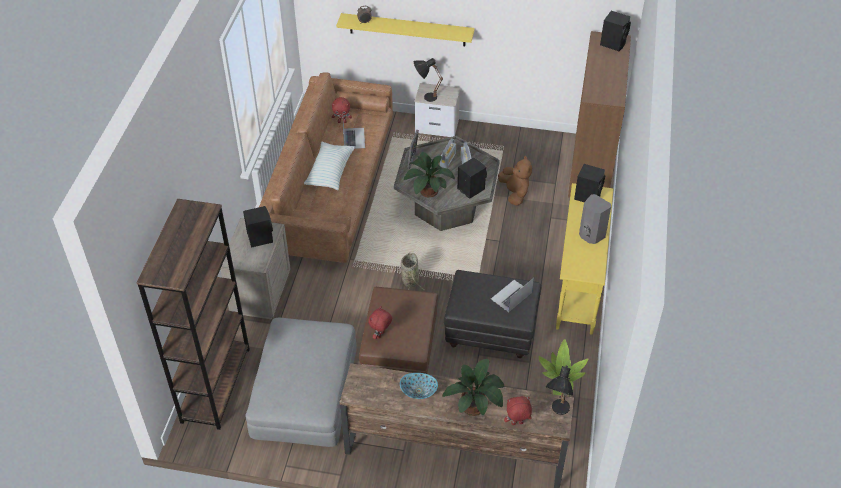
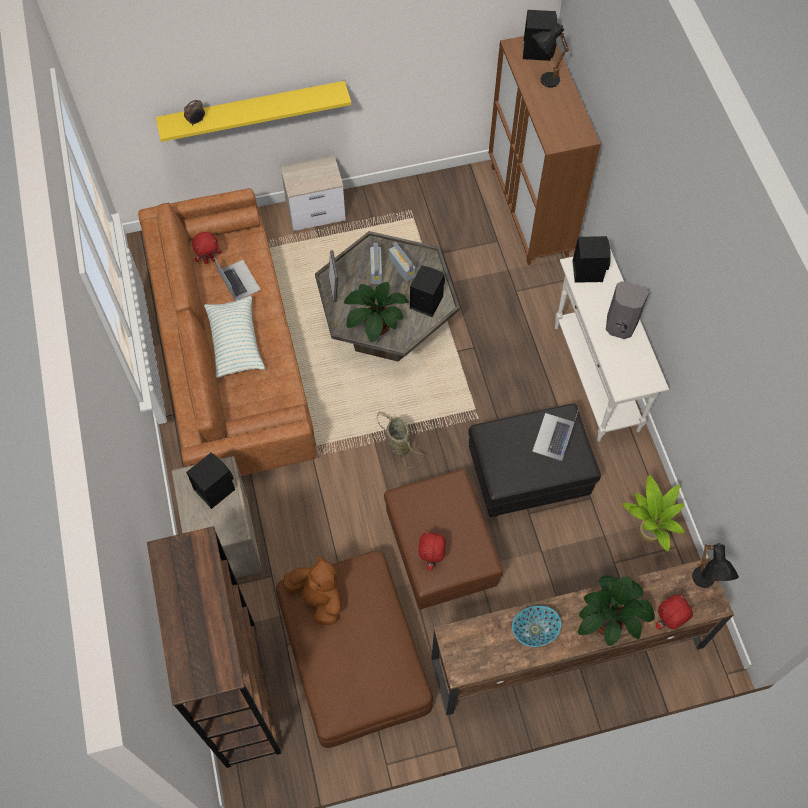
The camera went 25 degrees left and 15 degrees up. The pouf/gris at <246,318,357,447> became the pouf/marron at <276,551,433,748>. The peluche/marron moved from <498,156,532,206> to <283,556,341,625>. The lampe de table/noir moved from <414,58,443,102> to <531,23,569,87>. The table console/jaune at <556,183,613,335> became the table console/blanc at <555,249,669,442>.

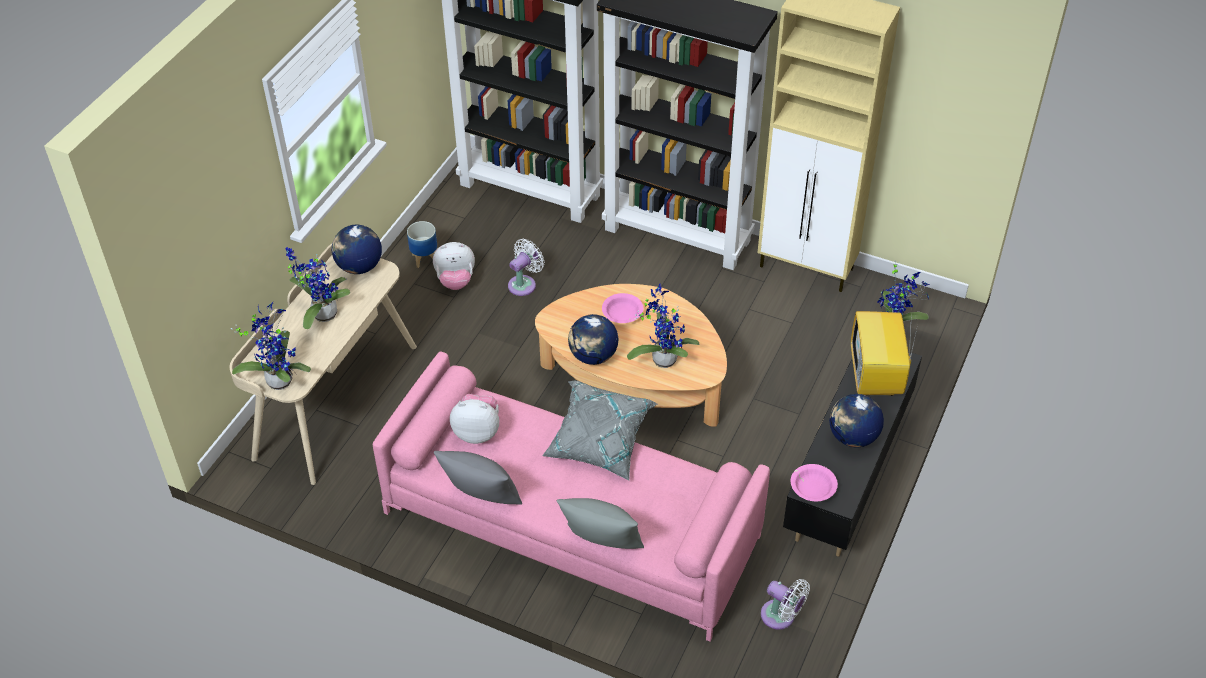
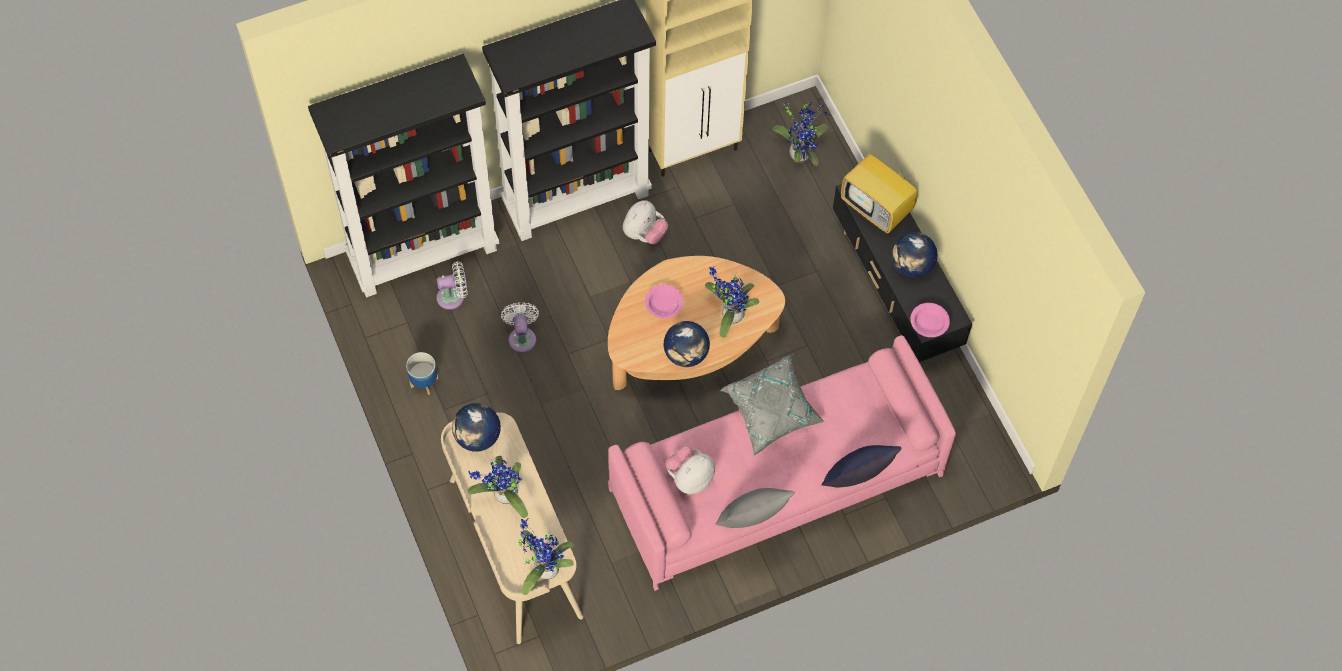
The camera went 50 degrees left and 15 degrees up. The ventilateur/blanc moved from <761,579,810,630> to <436,261,468,310>. The peluche moved from <433,242,475,290> to <623,200,668,244>. The coussin/gris at <557,498,644,549> became the coussin/bleu at <821,445,902,487>.

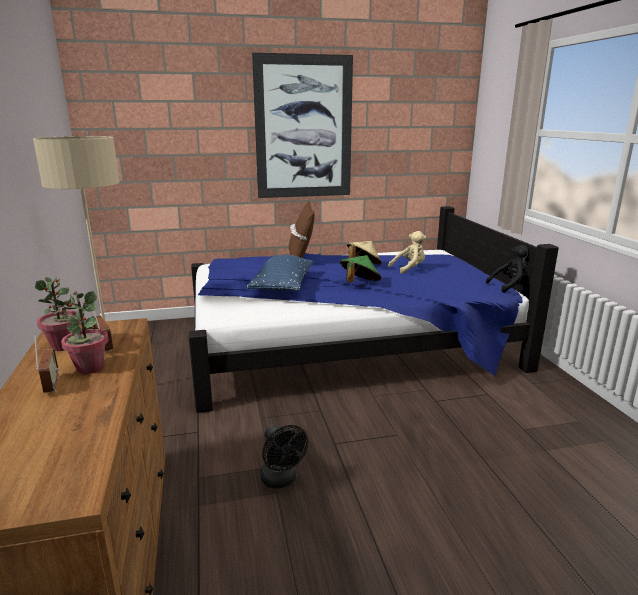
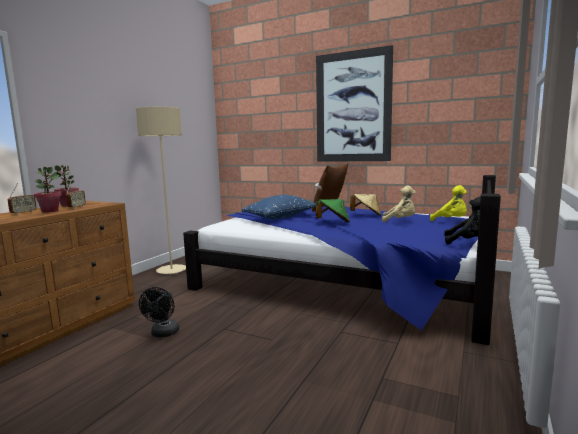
The camera went 40 degrees right and 10 degrees down. The peluche/jaune at <430,185,467,221> appeared.

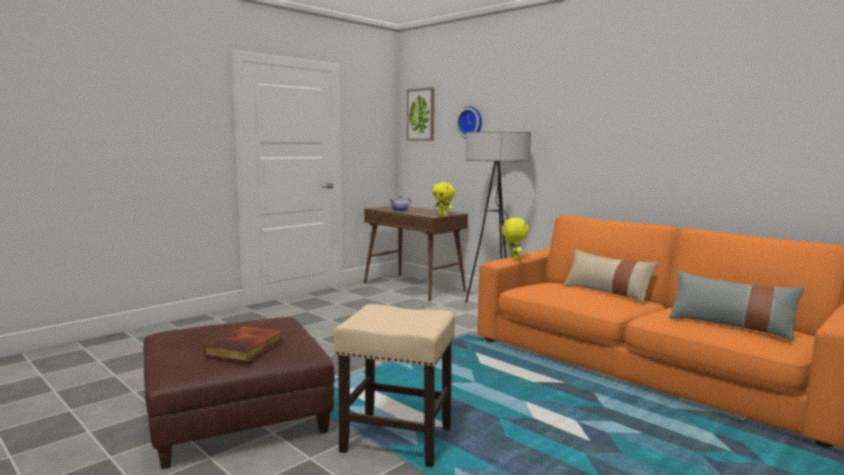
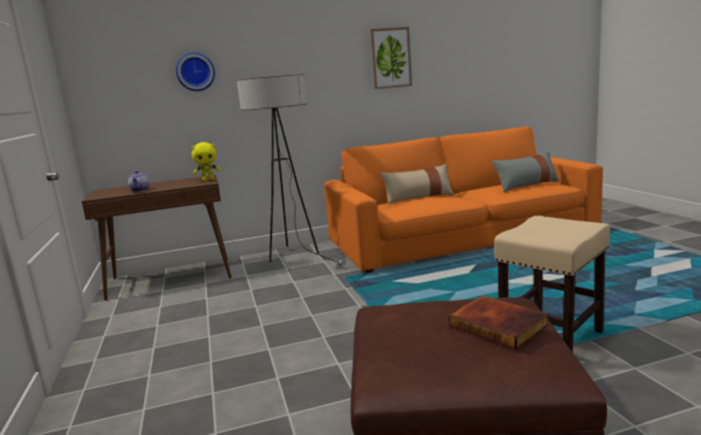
The camera went 60 degrees left and 5 degrees up. The tableau moved from <407,87,434,141> to <370,27,412,89>. The peluche/jaune at <502,218,529,259> disappeared.

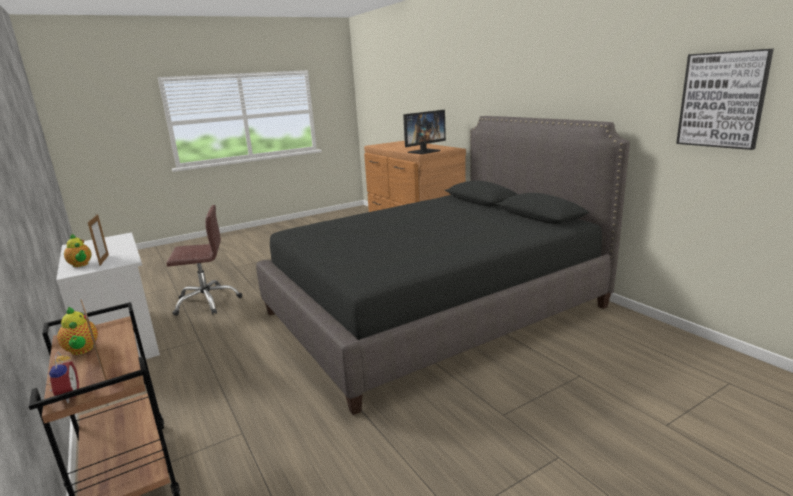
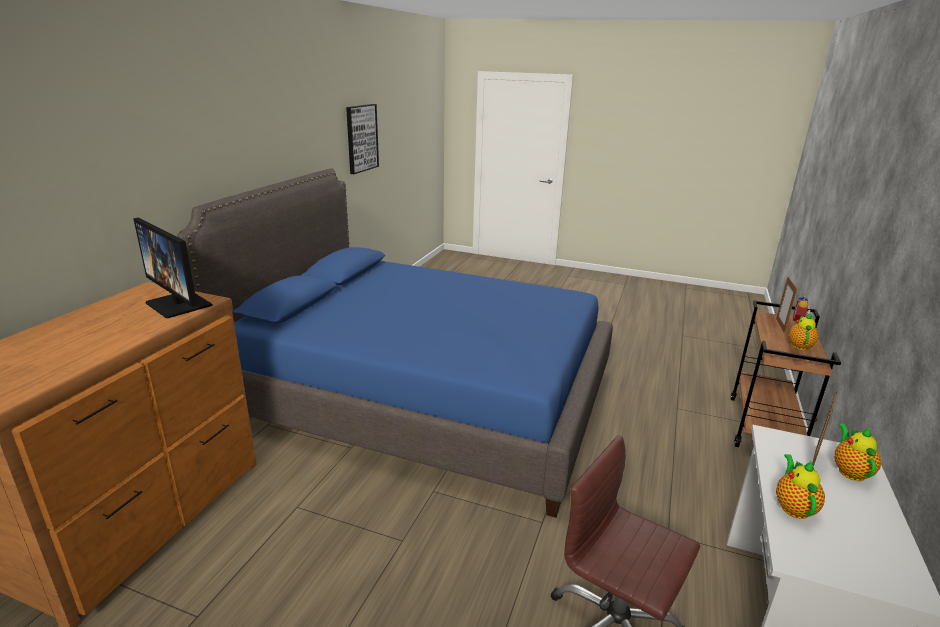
The camera went 130 degrees left and 5 degrees up. The écran d'ordinateur at <403,110,446,154> turned 150 degrees counterclockwise. The lit/noir at <256,116,630,415> became the lit/bleu at <177,168,613,518>. The théière at <776,454,825,519> appeared.

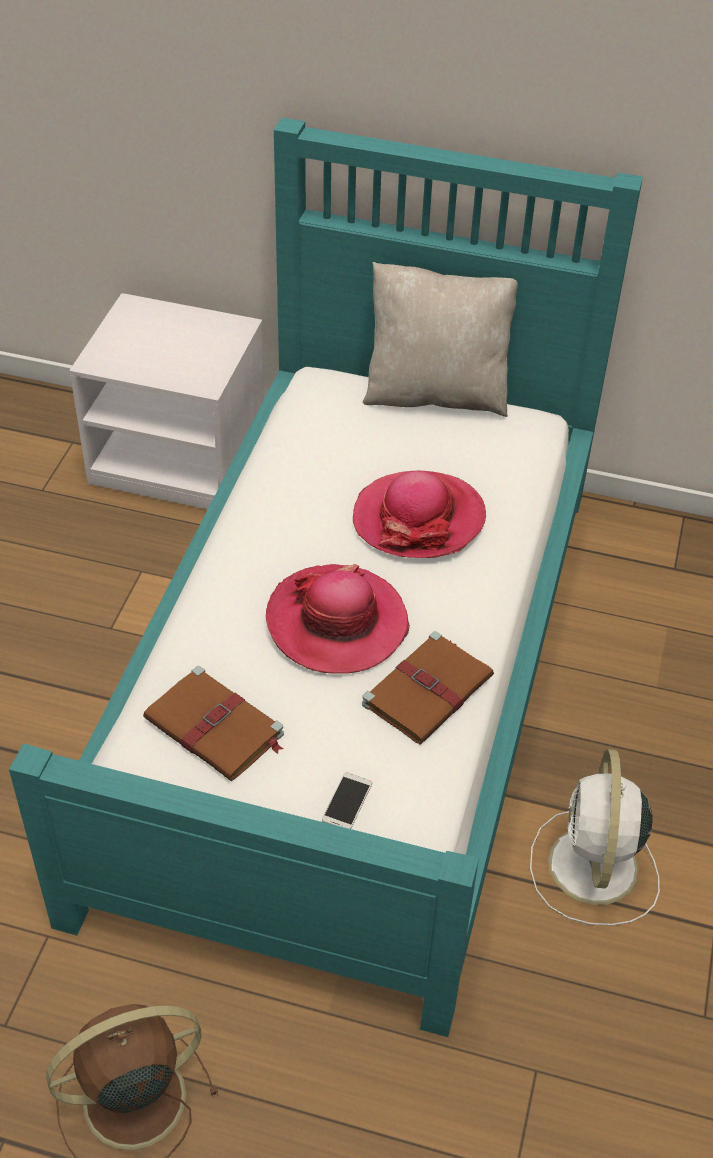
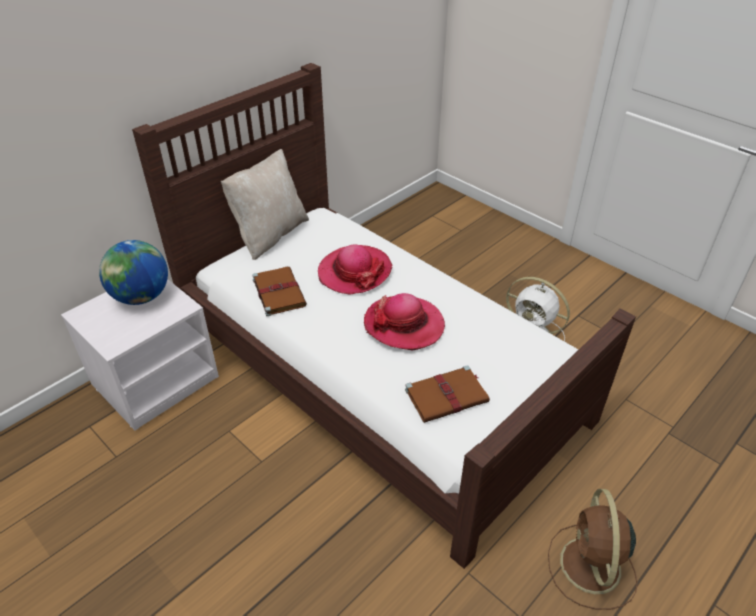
The camera went 60 degrees left and 5 degrees down. The globe at <99,240,168,305> appeared. The lit/turquoise at <9,118,643,1037> became the lit/marron at <132,63,636,569>. The livre/marron moved from <362,631,494,745> to <252,267,307,316>. The téléphone at <322,772,372,829> disappeared.

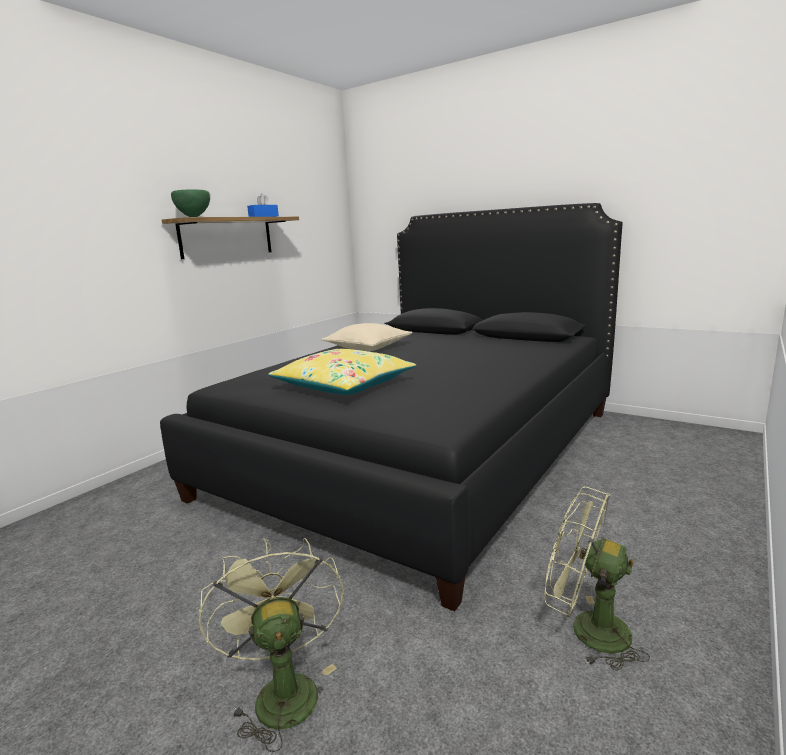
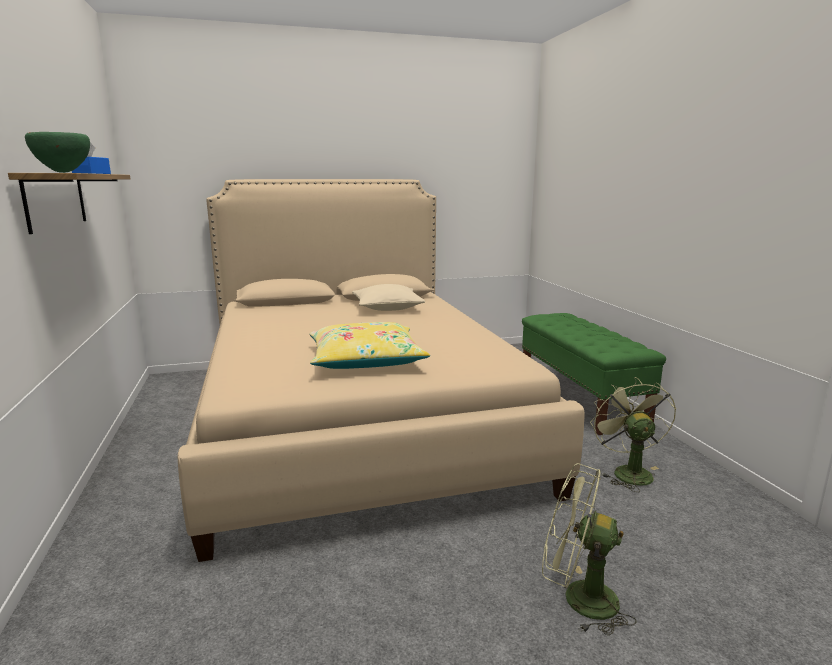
The camera went 50 degrees left and 0 degrees up. The lit/noir at <160,203,622,611> became the lit/beige at <178,179,585,562>. The coussin/beige moved from <322,323,413,351> to <352,284,425,311>. The banc/vert at <522,313,666,435> appeared. The ventilateur/vert at <544,487,650,671> turned 105 degrees clockwise.

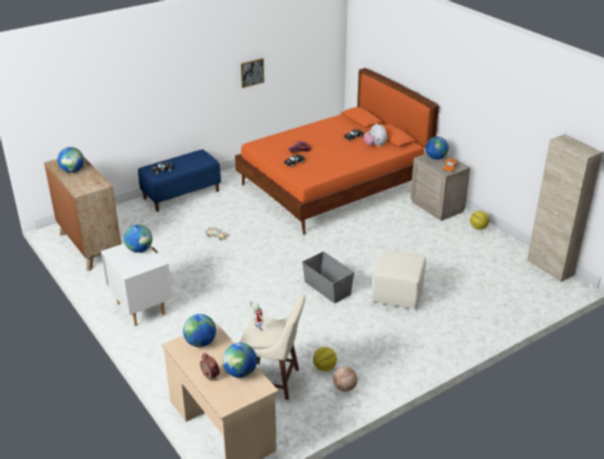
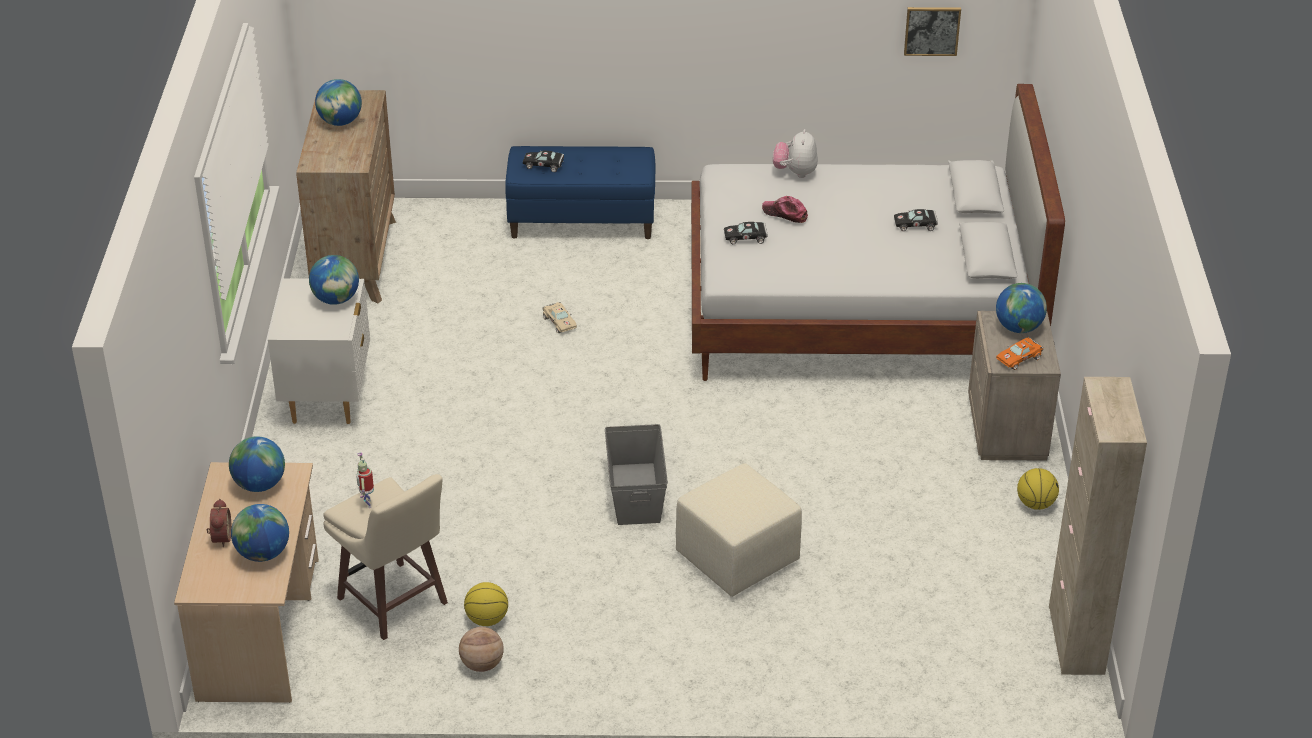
The camera went 35 degrees right and 5 degrees up. The lit/orange at <235,68,439,234> became the lit/blanc at <691,84,1065,381>. The peluche moved from <364,123,387,147> to <773,129,818,178>. The tableau moved from <241,58,264,88> to <904,7,961,56>.

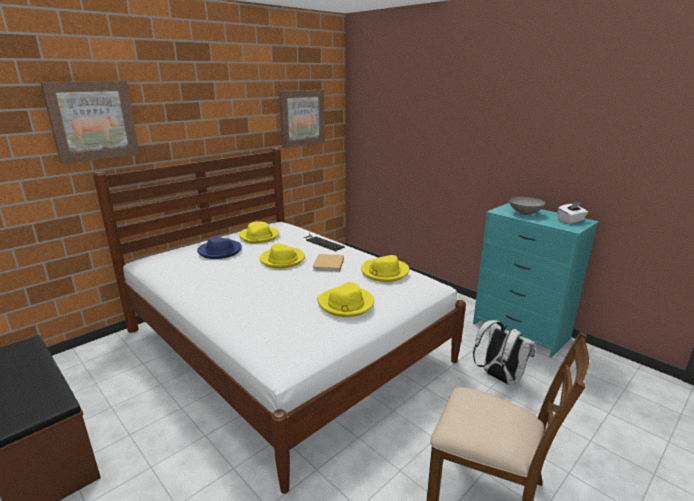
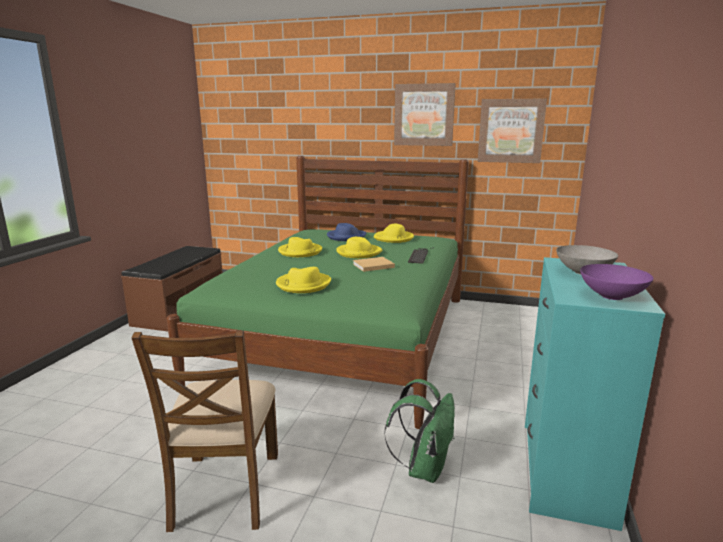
The camera went 60 degrees right and 5 degrees down. The lit/blanc at <93,148,466,494> became the lit/vert at <167,156,469,429>. The chapeau/jaune moved from <361,255,409,282> to <278,237,322,257>. The sac à dos/blanc at <473,320,536,385> became the sac à dos/vert at <384,379,455,483>. The tableau moved from <40,81,140,164> to <394,83,456,146>. The boîte à mouchoirs/blanc at <558,202,588,224> was replaced by the bol/violet at <580,264,654,300>.

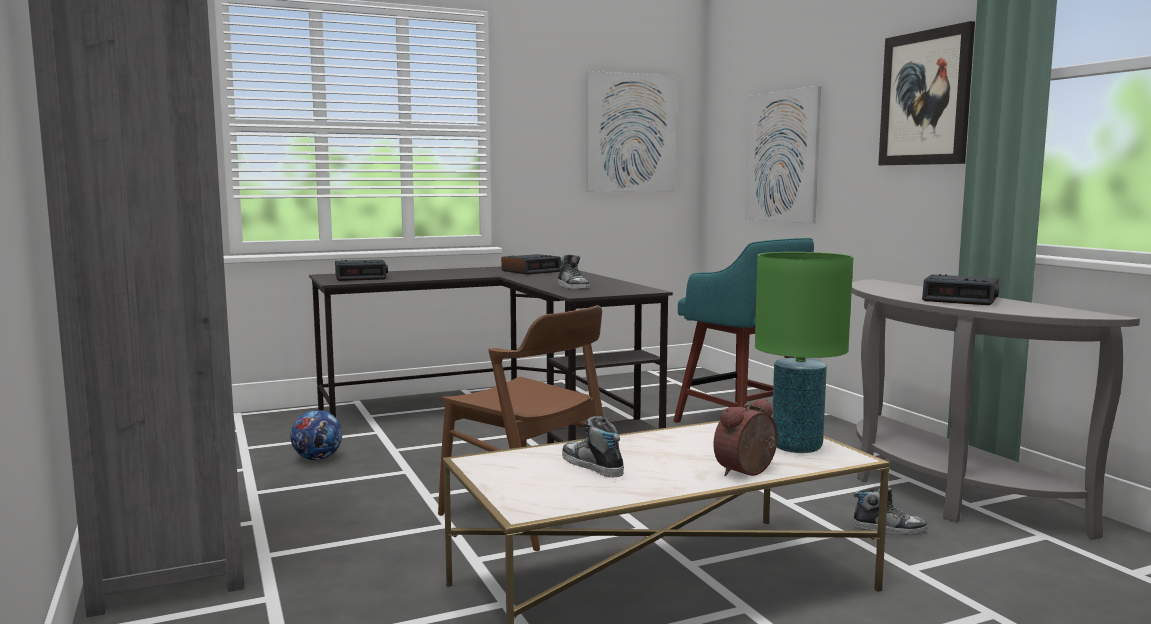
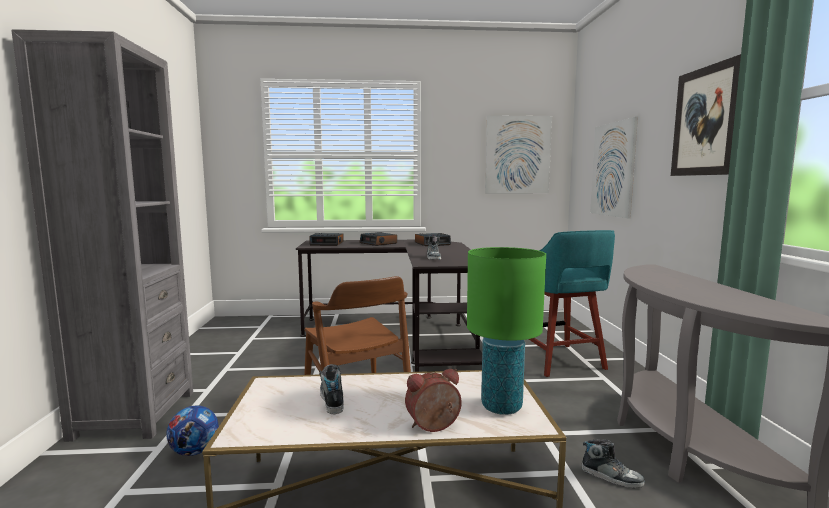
The camera went 20 degrees right and 0 degrees up. The ballon de foot moved from <291,410,342,460> to <166,406,219,456>. The réveil moved from <922,274,999,305> to <360,232,397,246>.

